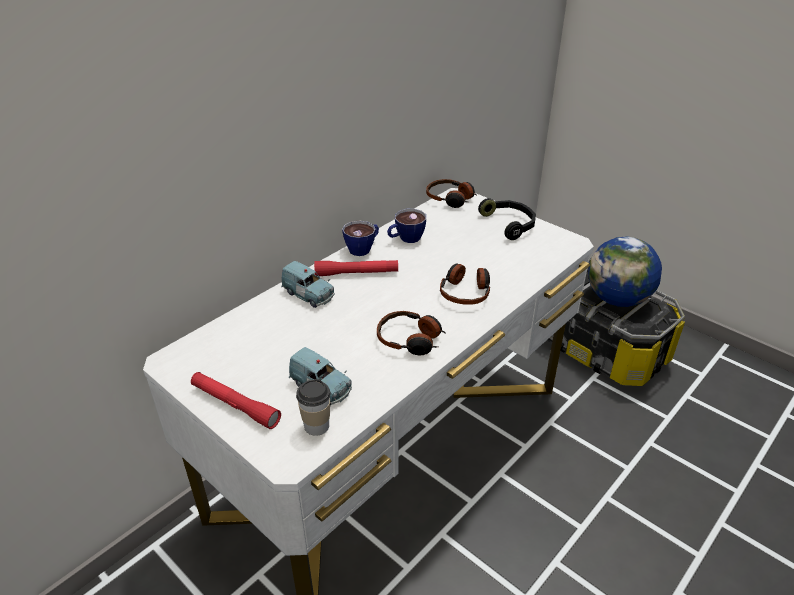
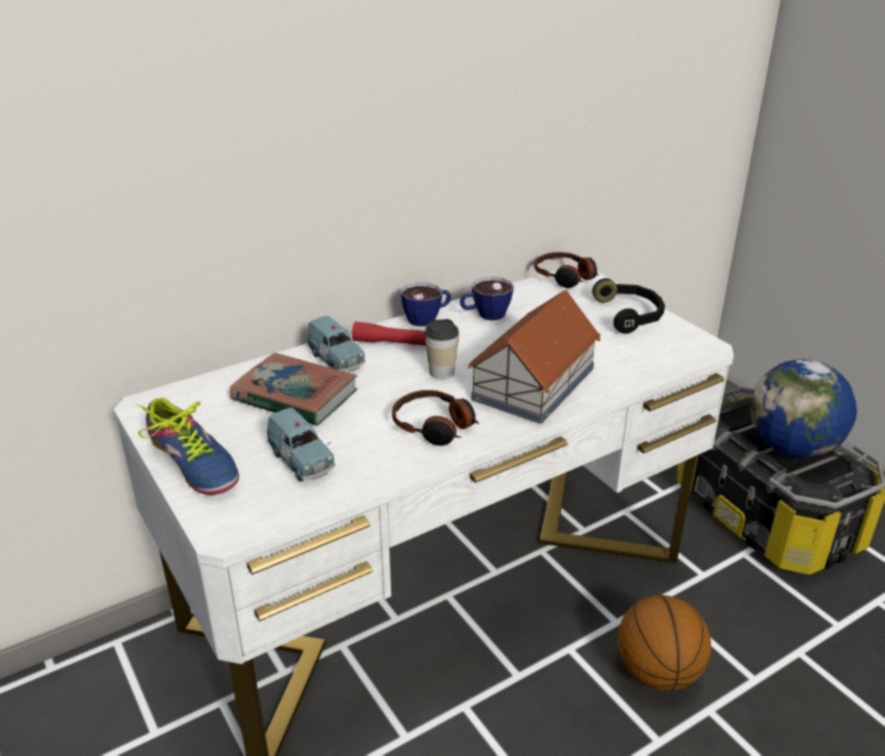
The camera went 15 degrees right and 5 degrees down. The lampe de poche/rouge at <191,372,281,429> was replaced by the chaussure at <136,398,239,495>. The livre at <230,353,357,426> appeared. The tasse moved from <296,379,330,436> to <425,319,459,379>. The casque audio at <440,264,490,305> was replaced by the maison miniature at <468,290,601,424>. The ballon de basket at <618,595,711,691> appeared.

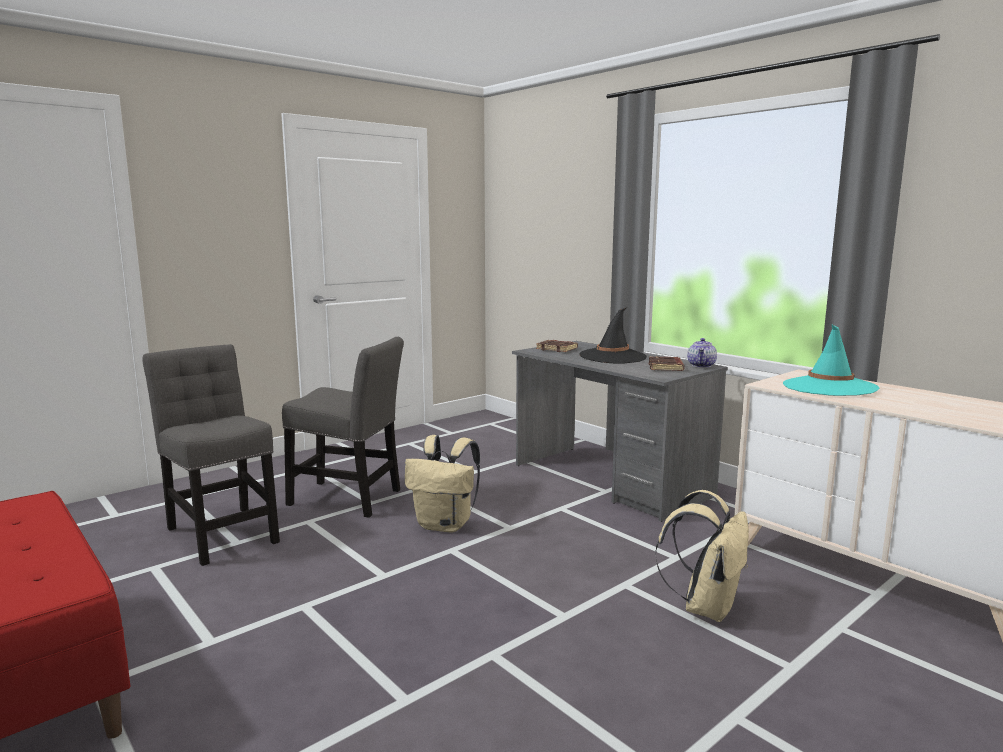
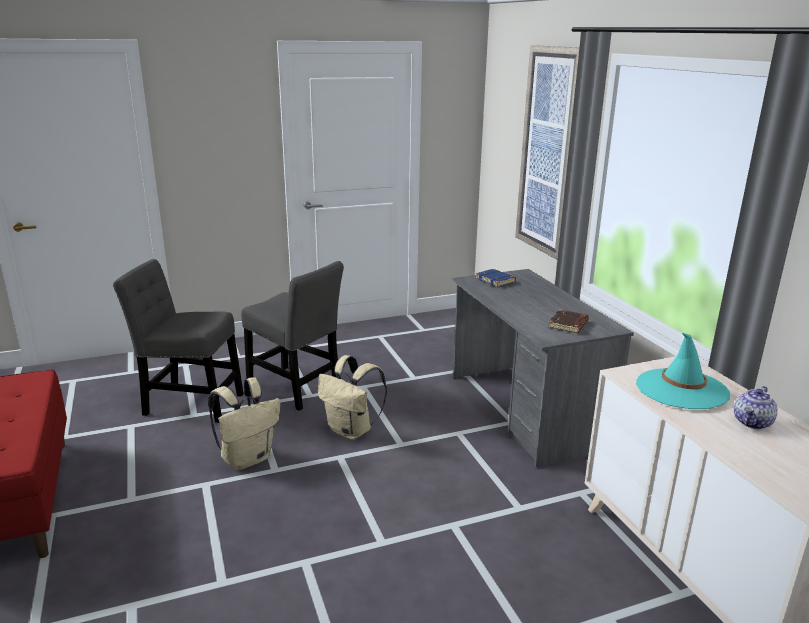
The camera went 20 degrees right and 10 degrees up. The chaise/gris at <142,344,280,566> turned 60 degrees counterclockwise. The sac à dos/beige moved from <655,490,749,622> to <208,377,280,470>. The livre/marron at <536,340,578,352> became the livre/bleu at <475,269,516,287>. The tableau at <515,45,580,260> appeared. The théière moved from <687,338,717,368> to <734,386,778,429>. The chapeau/noir at <579,307,647,364> disappeared.

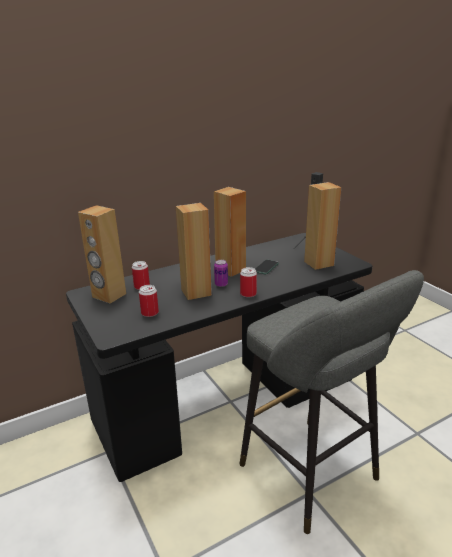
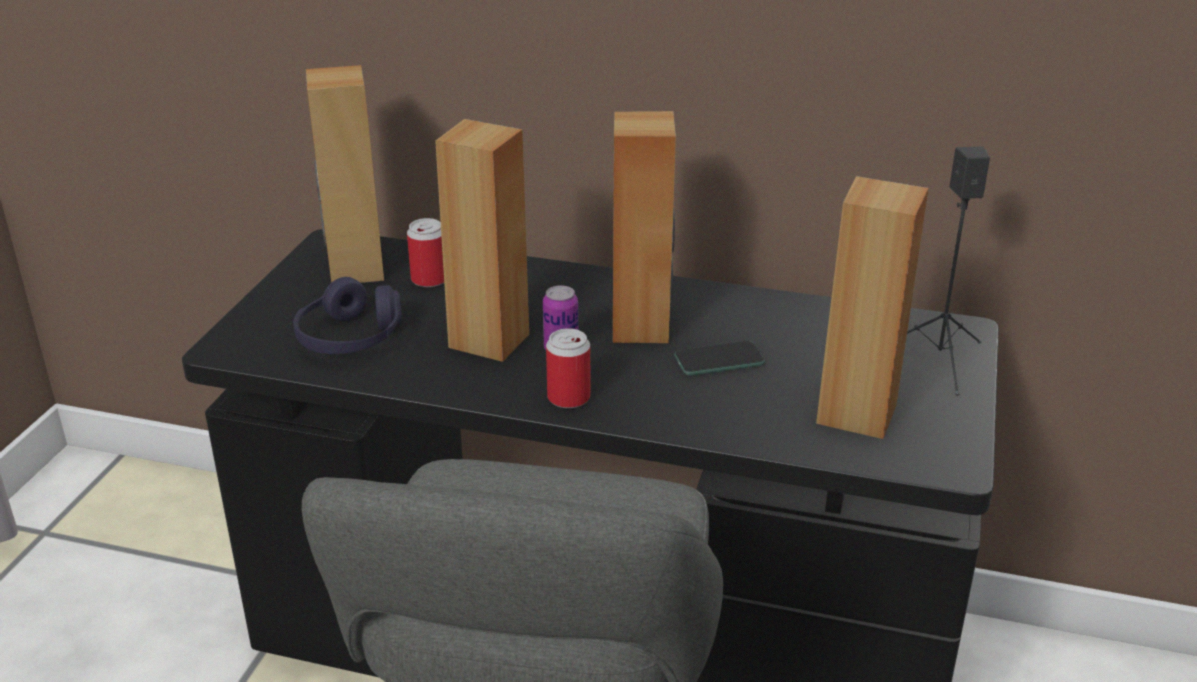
The camera went 45 degrees right and 5 degrees up. The boîte métallique at <139,285,159,317> was replaced by the casque audio/violet at <293,277,402,354>.

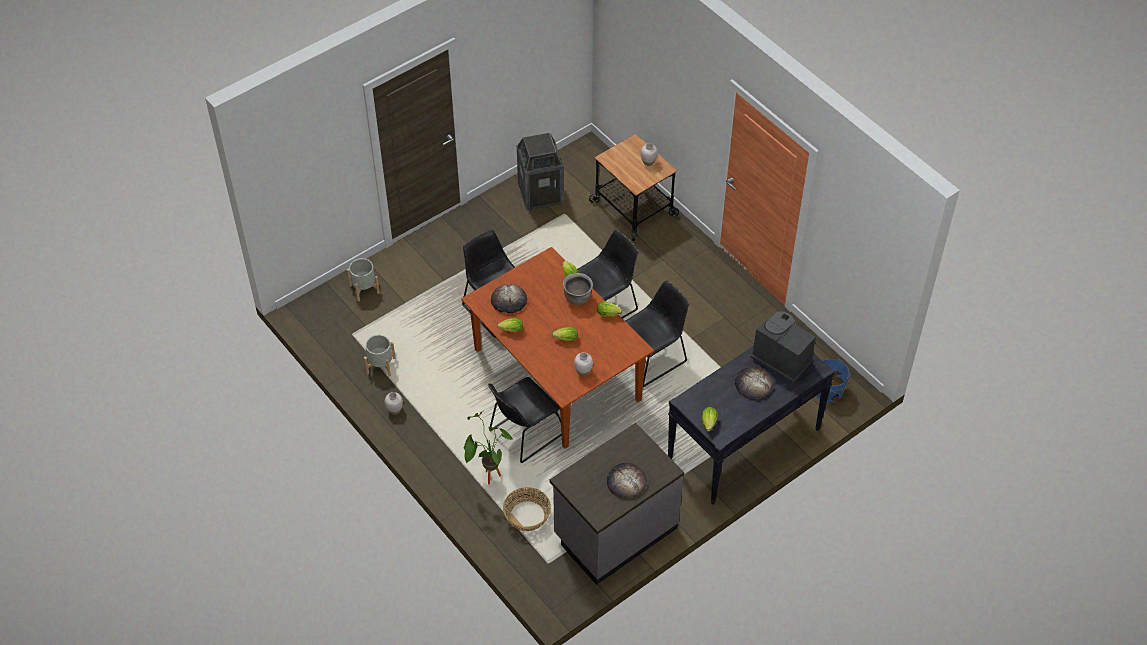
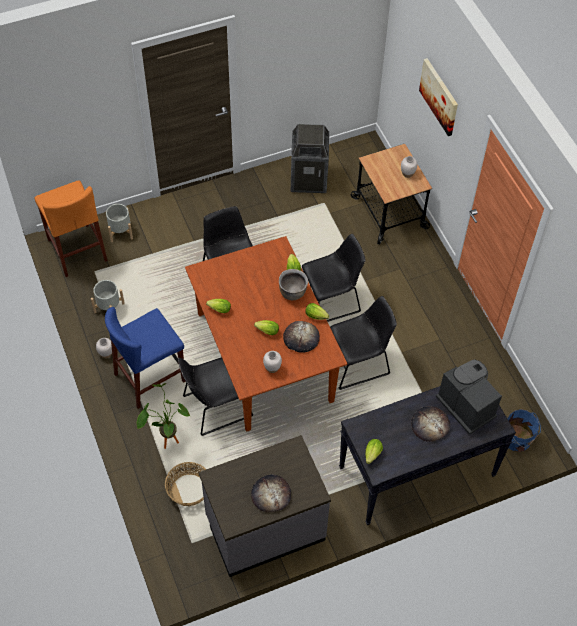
The camera went 15 degrees right and 5 degrees up. The tabouret/orange at <35,180,108,277> appeared. The tabouret/bleu at <105,307,185,409> appeared. The pain moved from <491,284,527,313> to <283,321,320,353>. The tableau at <419,58,458,136> appeared.

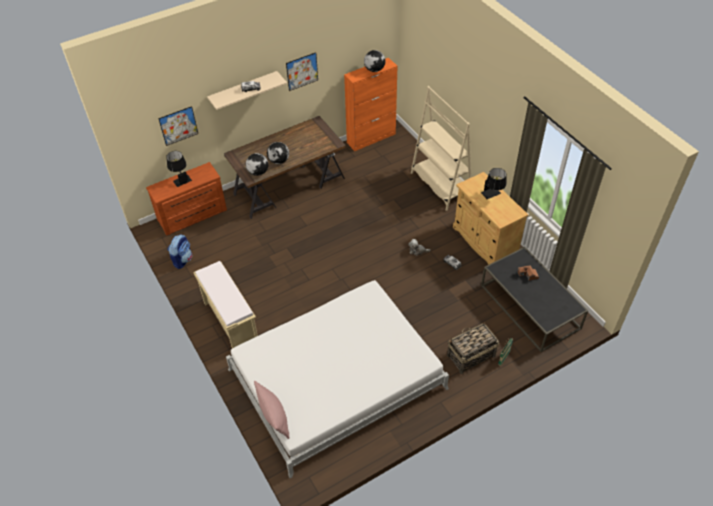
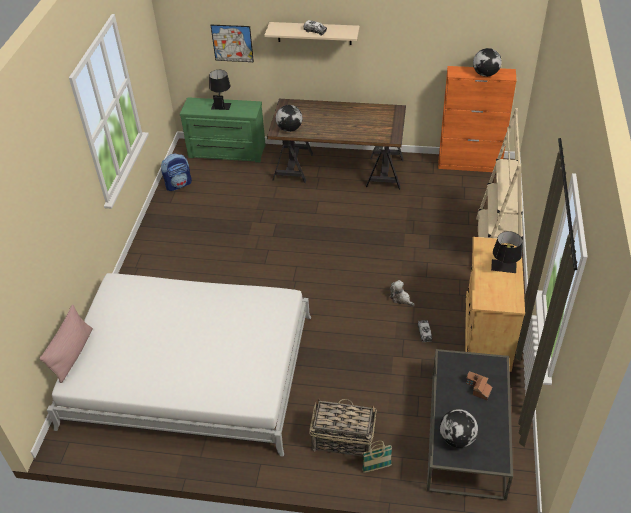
The camera went 40 degrees right and 5 degrees down. The commode/marron at <146,162,227,236> became the commode/vert at <180,97,266,162>. The globe moved from <267,142,289,164> to <440,409,478,448>. The banc/beige at <193,261,258,349> disappeared. The tableau at <286,52,318,91> disappeared.

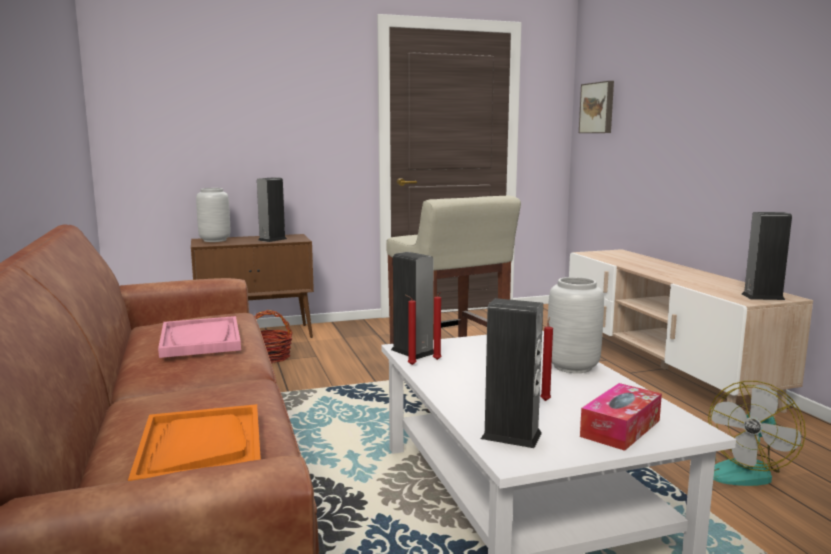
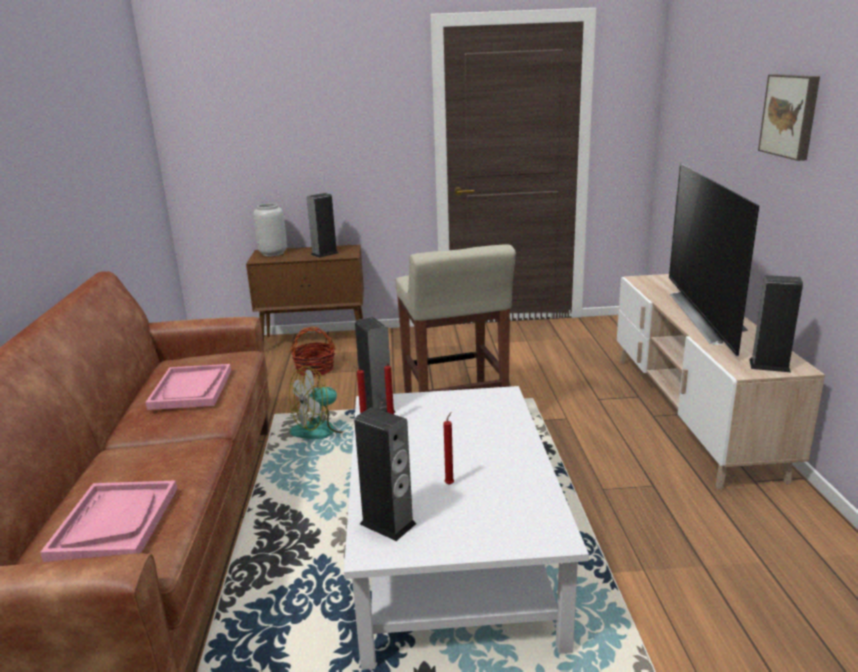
The camera went 15 degrees right and 10 degrees up. The plateau/orange at <128,404,261,481> became the plateau/rose at <40,480,177,562>. The ventilateur moved from <708,381,806,486> to <289,366,349,439>. The téléviseur at <669,163,759,357> appeared. The tableau moved from <579,81,614,133> to <758,74,820,161>. The vase/gris at <547,277,604,373> disappeared. The boîte à mouchoirs at <580,383,662,451> disappeared.

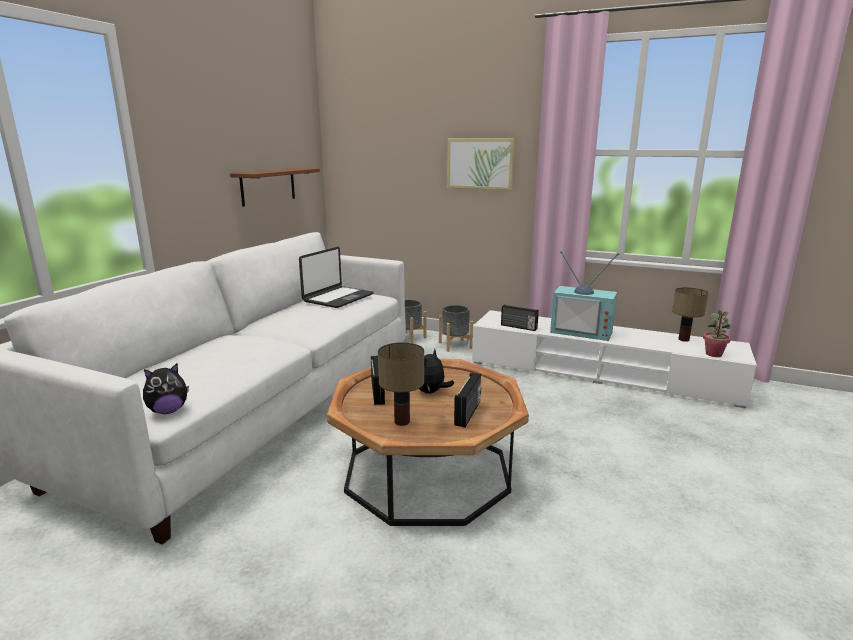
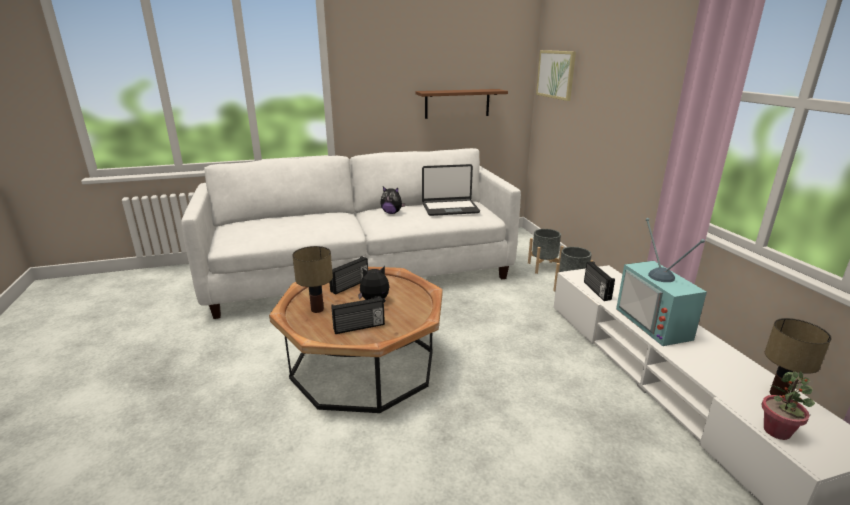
The camera went 50 degrees right and 5 degrees up. The peluche moved from <143,363,189,414> to <380,187,405,214>. The tableau moved from <447,138,515,190> to <536,50,576,101>.

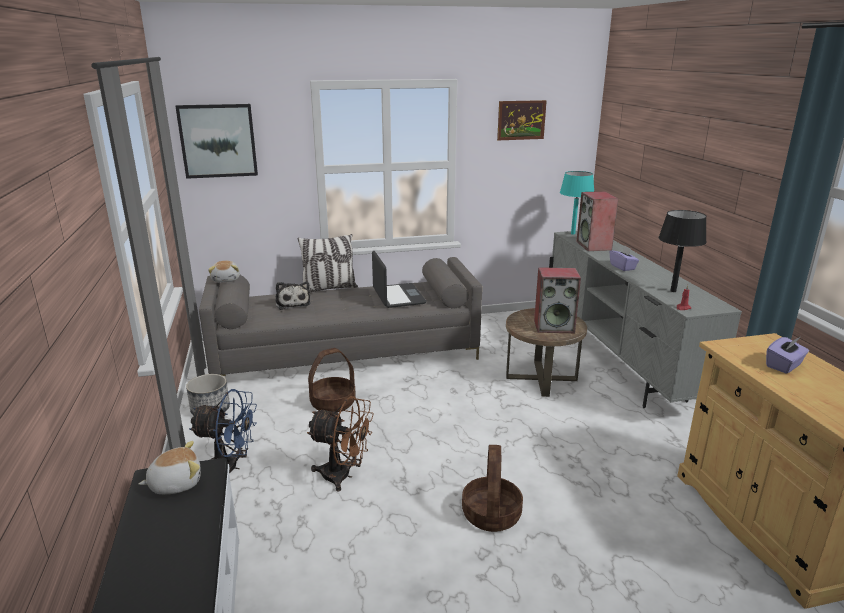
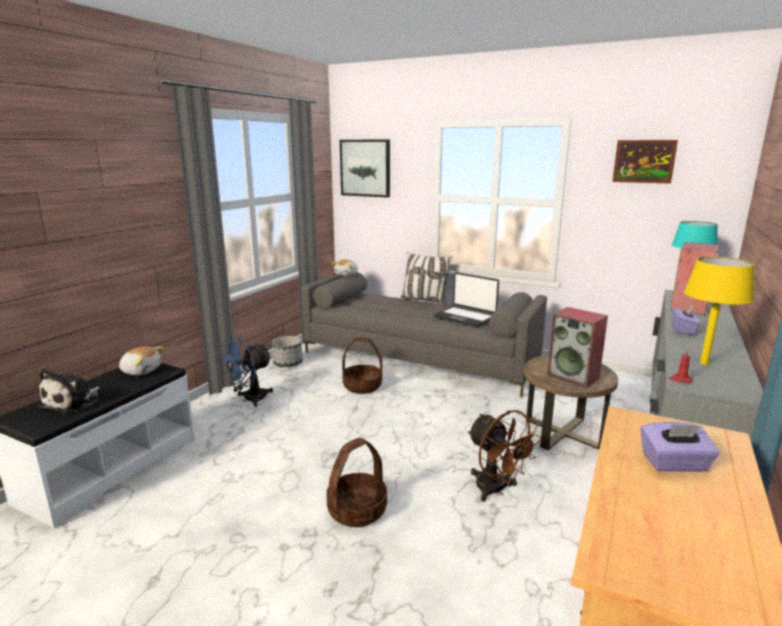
The camera went 40 degrees right and 5 degrees down. The peluche moved from <275,282,311,310> to <39,368,100,413>. The ventilateur/bleu at <189,389,257,473> turned 90 degrees clockwise. The ordinateur portable at <372,251,426,308> turned 105 degrees clockwise. The ventilateur/marron moved from <307,396,374,492> to <467,410,541,502>. The lampe de table/noir at <658,210,707,292> became the lampe de table/jaune at <684,257,754,365>.

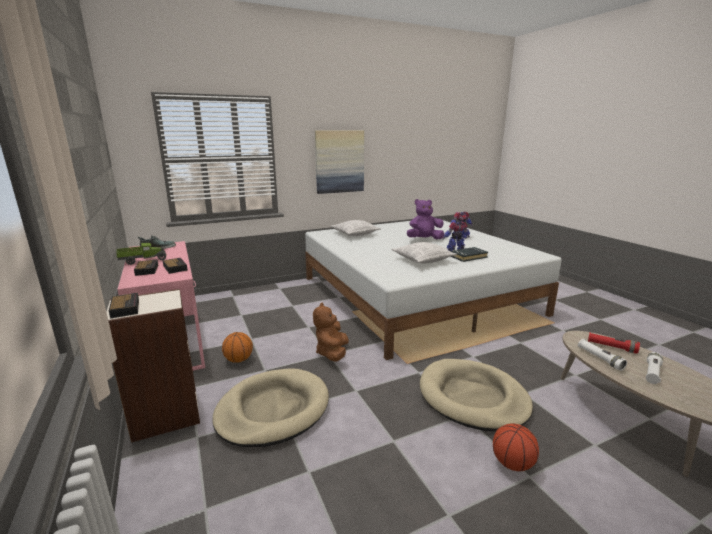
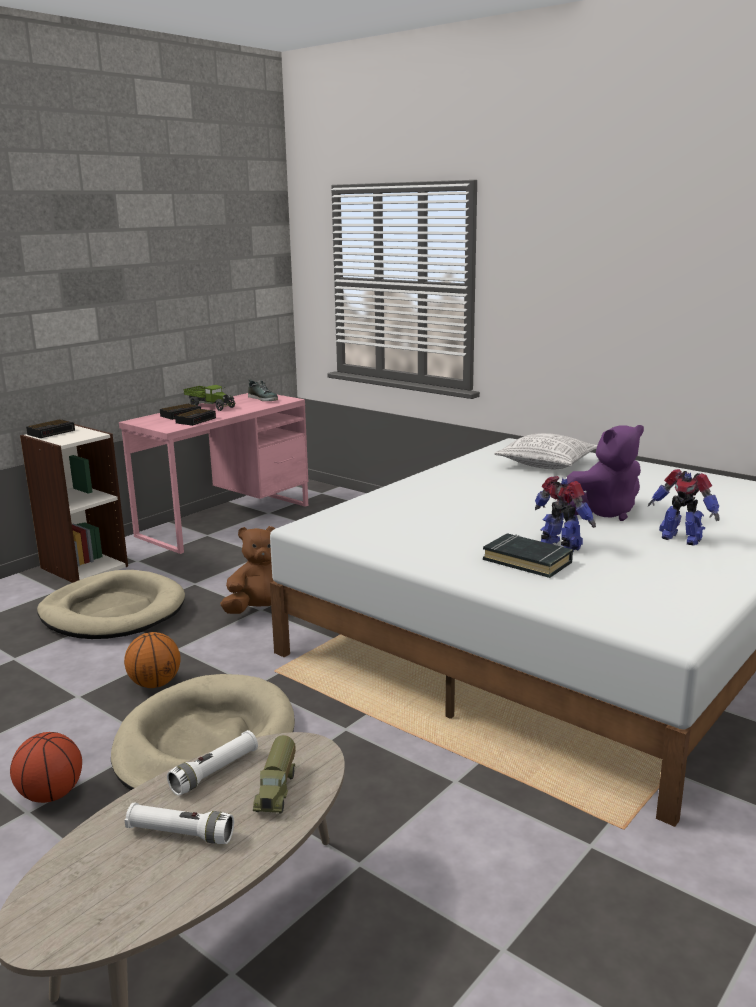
The camera went 65 degrees right and 0 degrees up. The ballon de basket moved from <222,332,253,363> to <124,632,181,688>. The lampe de poche/rouge at <588,332,640,354> was replaced by the camion jouet at <253,735,296,814>. The peluche/violet at <407,199,444,239> turned 105 degrees clockwise. The tableau at <315,131,364,194> disappeared. The coussin at <392,242,457,263> disappeared.

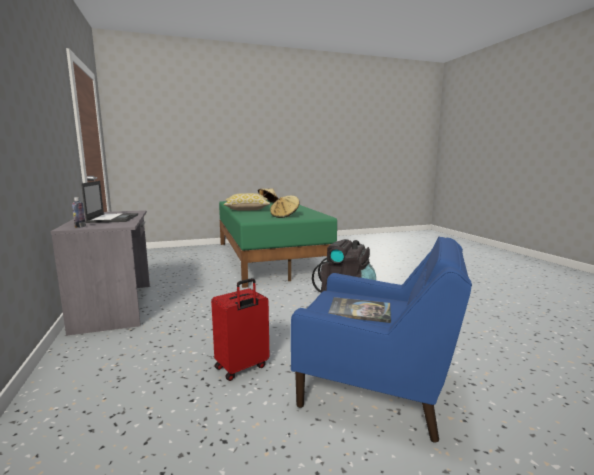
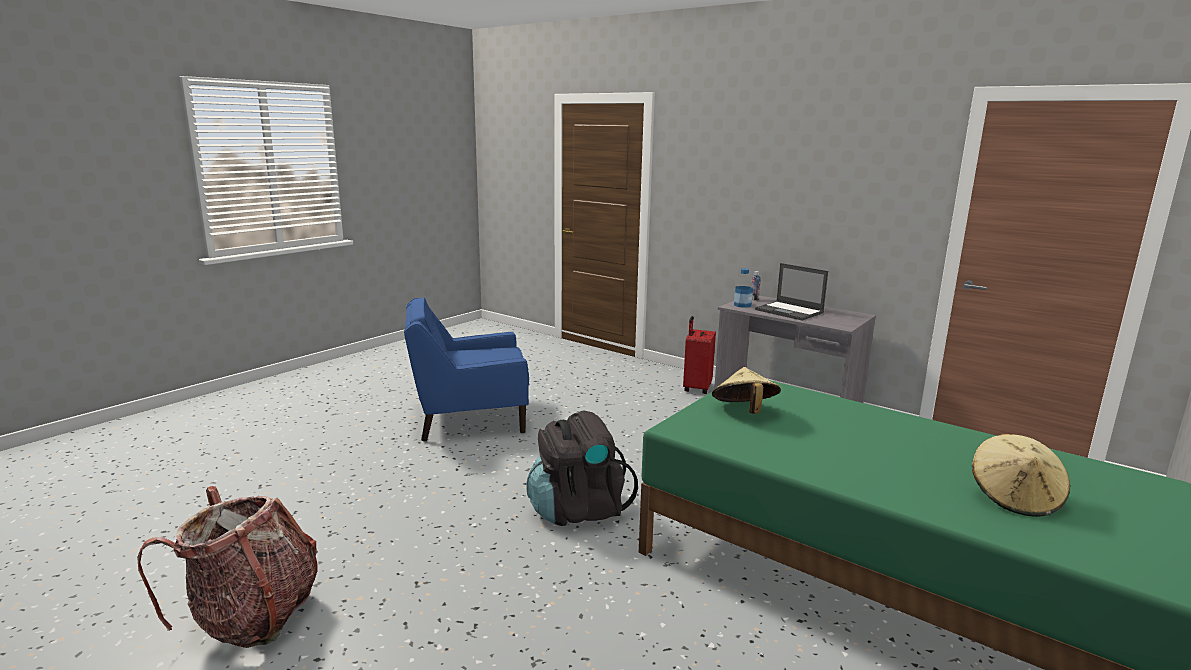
The camera went 145 degrees right and 5 degrees up. The sac à dos at <137,486,318,648> appeared. The valise/rouge moved from <211,278,269,381> to <683,316,716,394>. The bouteille at <734,268,753,308> appeared. The coussin at <224,193,271,211> disappeared. The livre at <328,297,391,323> disappeared.

